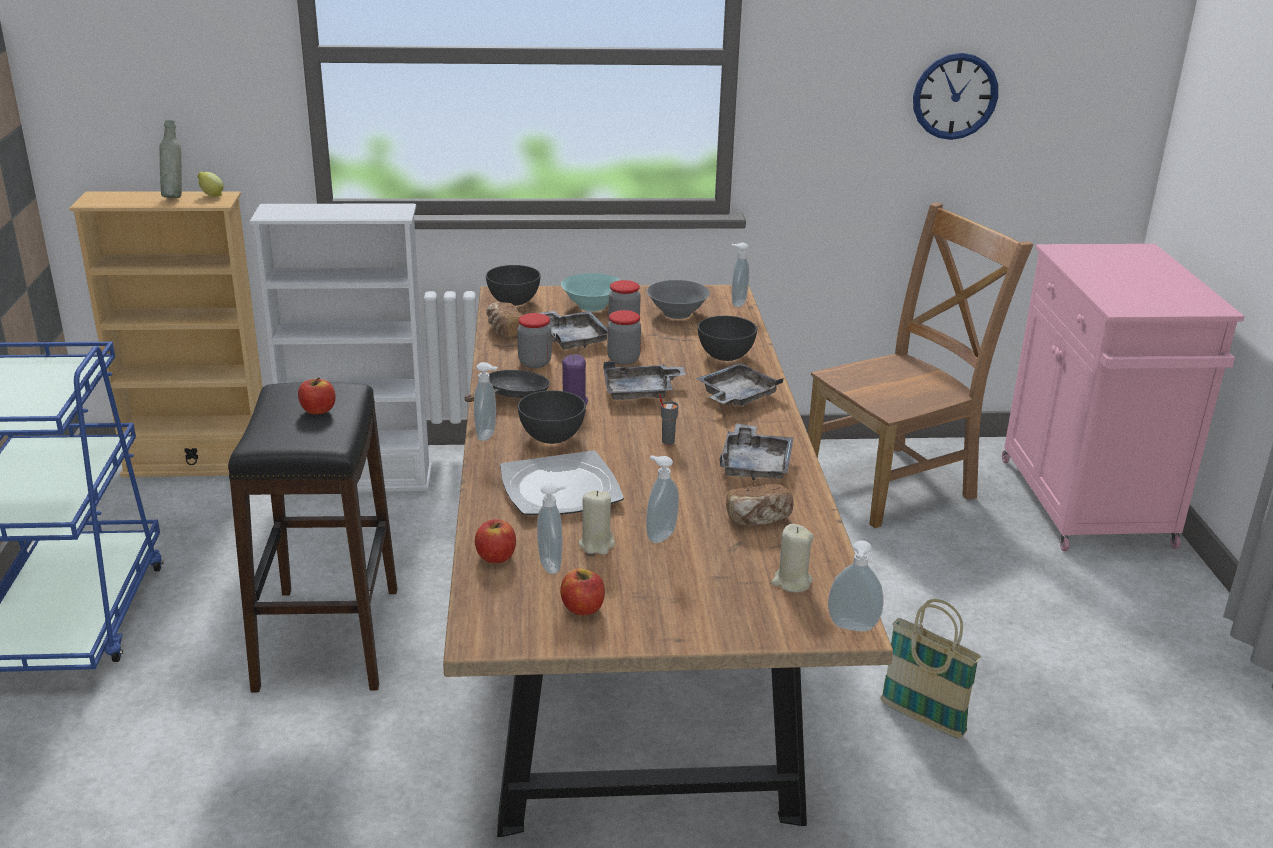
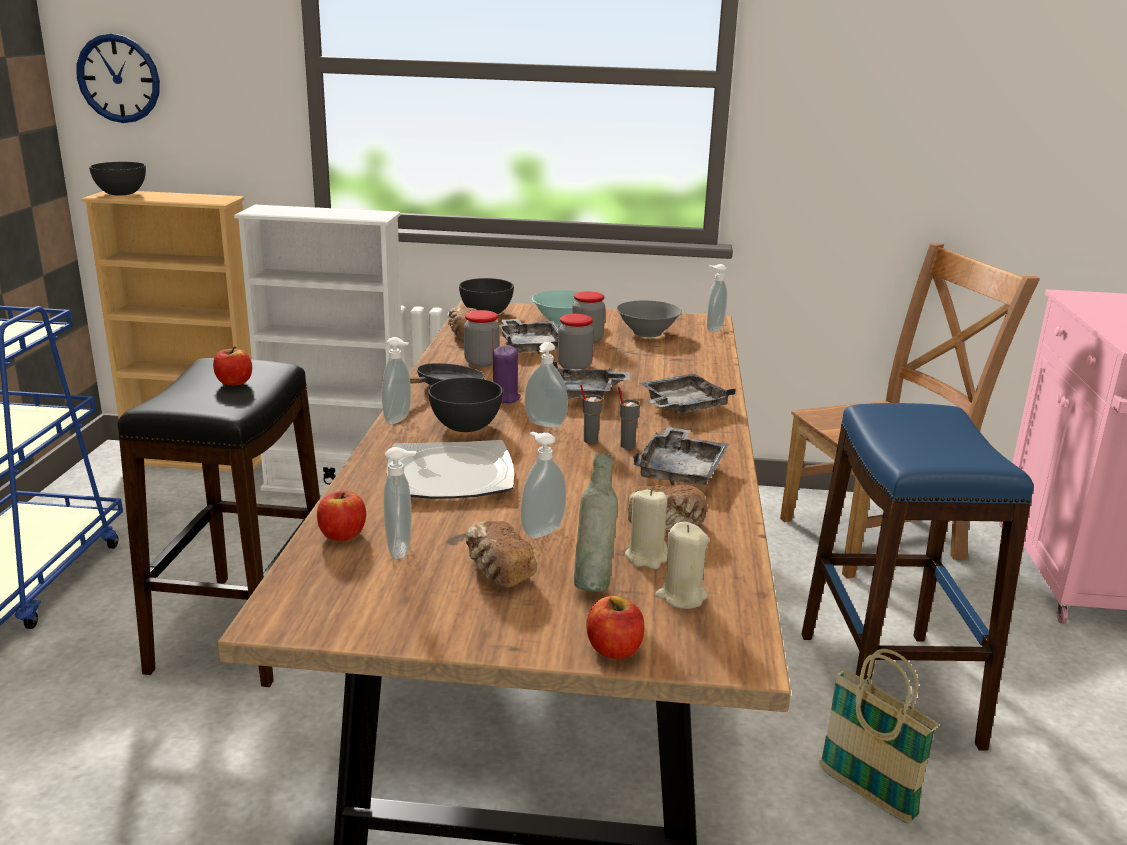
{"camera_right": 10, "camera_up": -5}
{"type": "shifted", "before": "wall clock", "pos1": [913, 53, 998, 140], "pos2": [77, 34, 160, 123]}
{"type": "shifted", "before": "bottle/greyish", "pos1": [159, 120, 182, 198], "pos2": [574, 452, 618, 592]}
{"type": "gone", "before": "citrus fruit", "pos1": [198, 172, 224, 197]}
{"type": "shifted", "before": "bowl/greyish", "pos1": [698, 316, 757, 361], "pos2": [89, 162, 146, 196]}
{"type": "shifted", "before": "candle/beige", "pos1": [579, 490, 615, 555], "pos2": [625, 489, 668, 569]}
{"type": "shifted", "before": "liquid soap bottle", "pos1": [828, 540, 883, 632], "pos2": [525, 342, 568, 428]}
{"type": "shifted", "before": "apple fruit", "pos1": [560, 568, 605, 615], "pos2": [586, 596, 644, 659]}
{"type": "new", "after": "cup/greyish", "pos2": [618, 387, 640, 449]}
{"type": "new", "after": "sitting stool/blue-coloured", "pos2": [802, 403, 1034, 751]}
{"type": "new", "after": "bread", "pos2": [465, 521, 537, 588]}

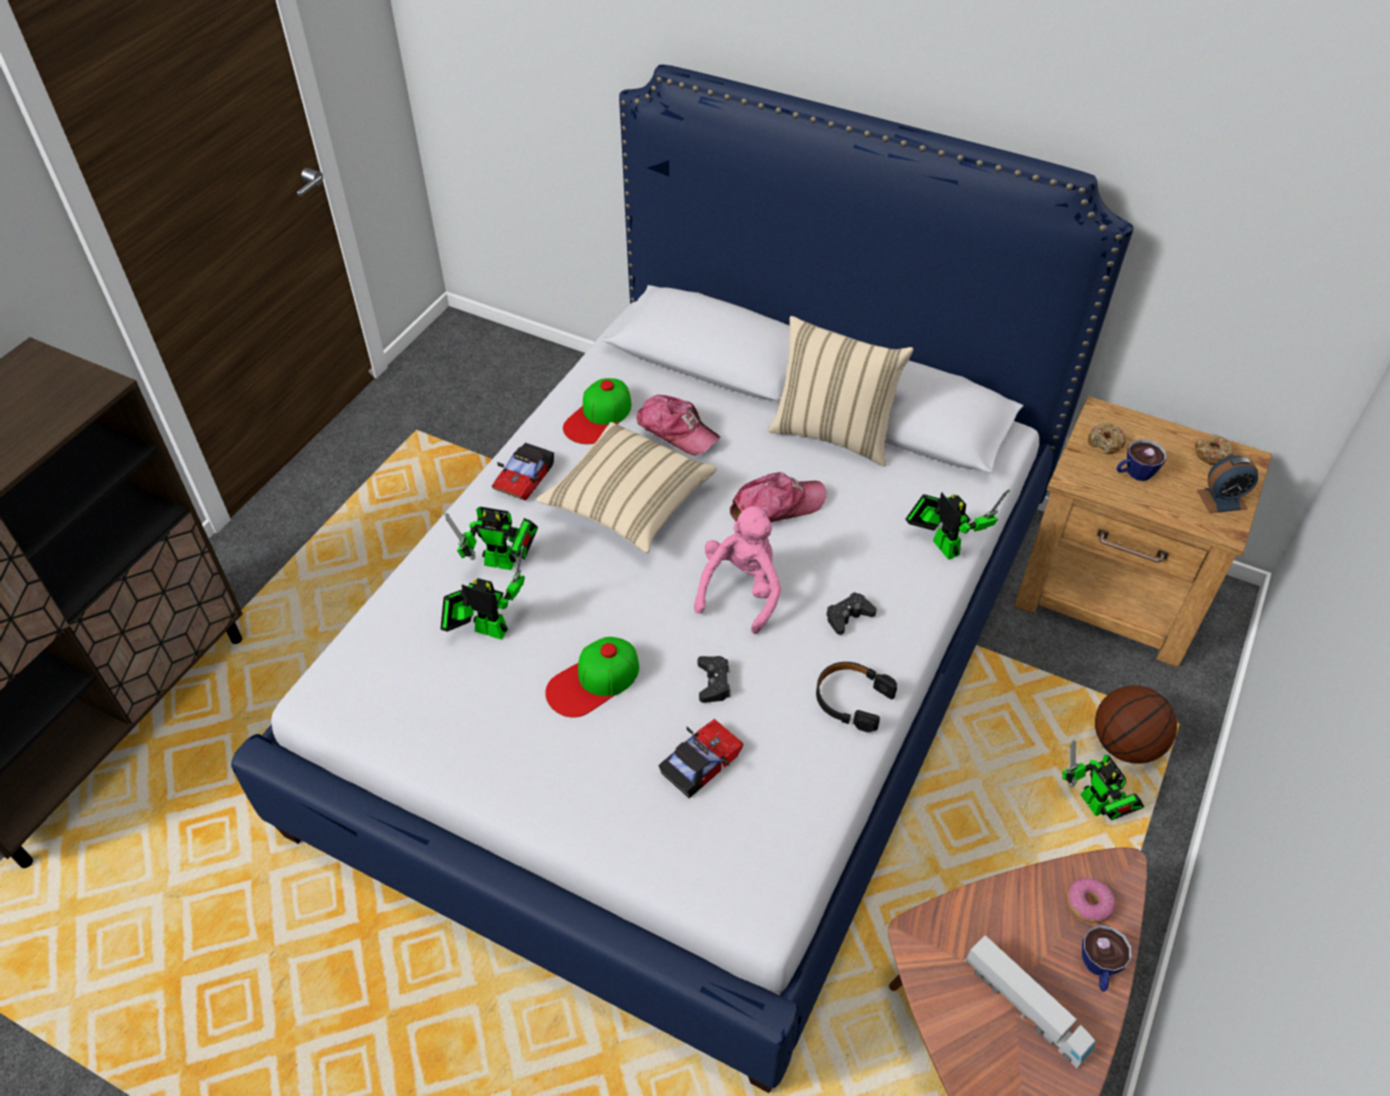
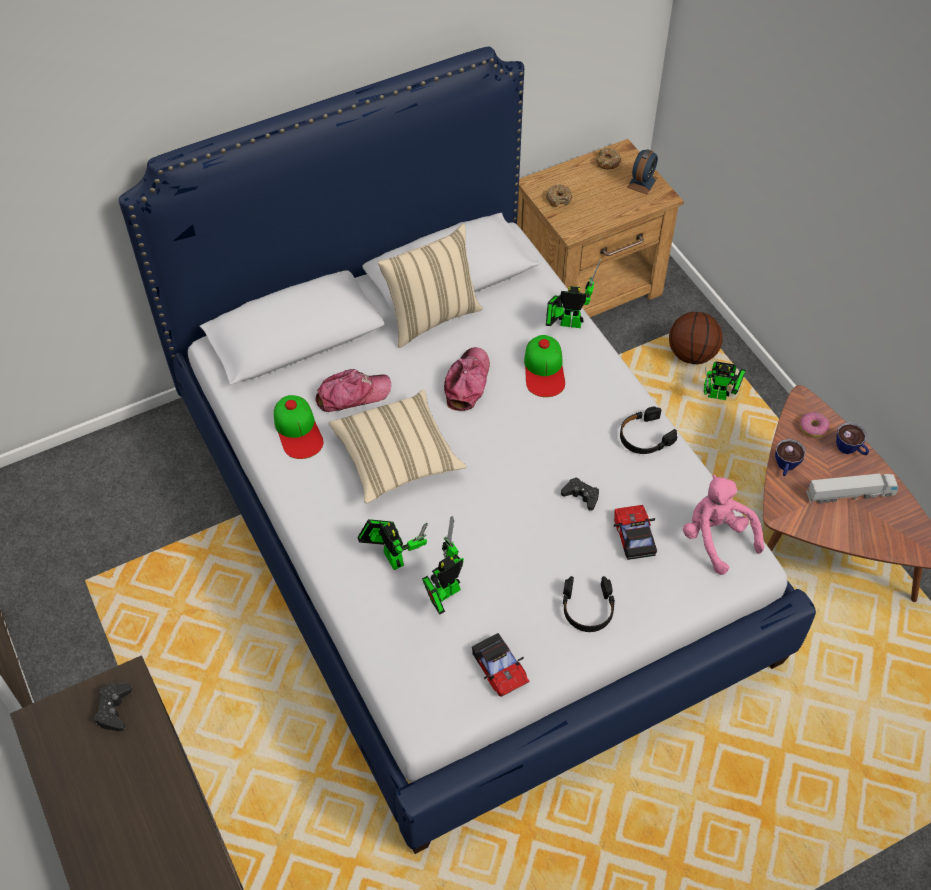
{"camera_right": -55, "camera_up": 5}
{"type": "shifted", "before": "cup", "pos1": [1116, 439, 1166, 481], "pos2": [775, 439, 806, 476]}
{"type": "shifted", "before": "miniature car", "pos1": [492, 443, 554, 501], "pos2": [472, 633, 529, 697]}
{"type": "shifted", "before": "plush toy/pink-coloured", "pos1": [694, 506, 781, 634], "pos2": [683, 474, 764, 575]}
{"type": "rotated", "before": "toy robot", "pos1": [444, 507, 538, 570], "pos2": [357, 519, 428, 570], "turn": -75}
{"type": "shifted", "before": "joypad/black-coloured", "pos1": [826, 592, 877, 635], "pos2": [94, 683, 132, 731]}
{"type": "shifted", "before": "cap", "pos1": [545, 637, 639, 718], "pos2": [524, 335, 565, 397]}
{"type": "new", "after": "headset/black-coloured", "pos2": [563, 576, 615, 632]}

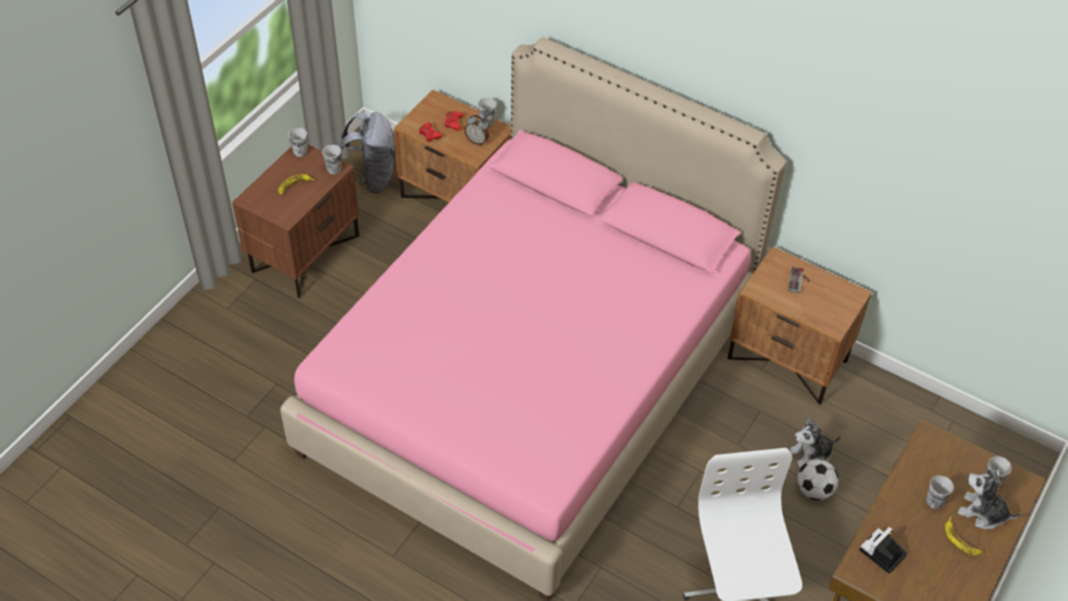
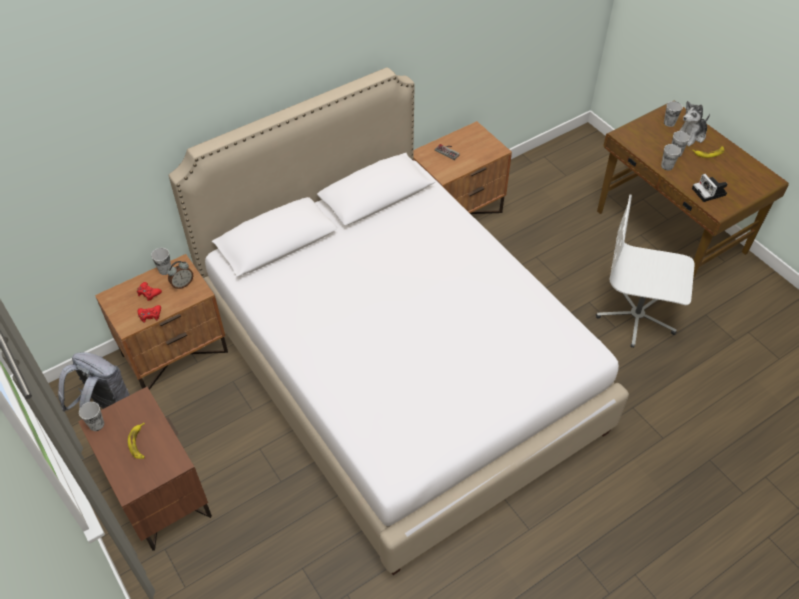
{"camera_right": -65, "camera_up": 0}
{"type": "repainted", "before": "bed/pink-coloured", "after": "bed/whitish", "pos1": [280, 37, 787, 601], "pos2": [169, 67, 629, 575]}
{"type": "shifted", "before": "cup", "pos1": [322, 145, 341, 174], "pos2": [661, 144, 681, 170]}
{"type": "gone", "before": "plush toy", "pos1": [790, 416, 841, 468]}
{"type": "gone", "before": "football", "pos1": [797, 459, 839, 500]}

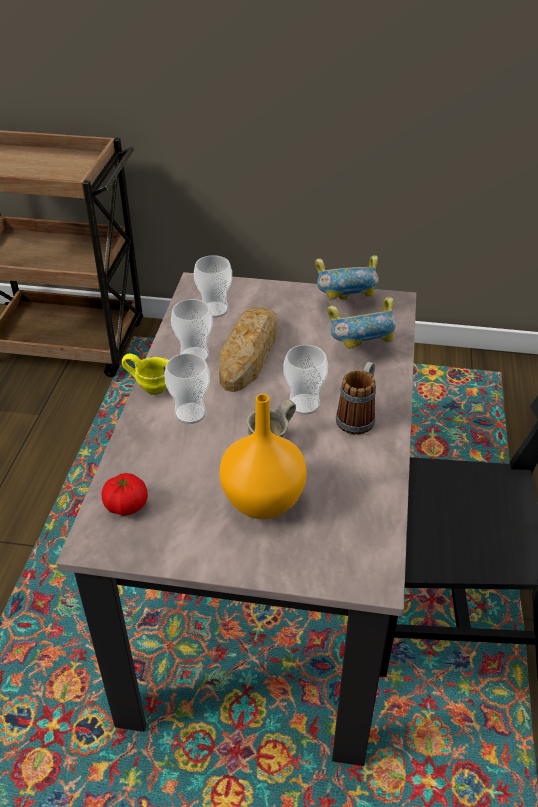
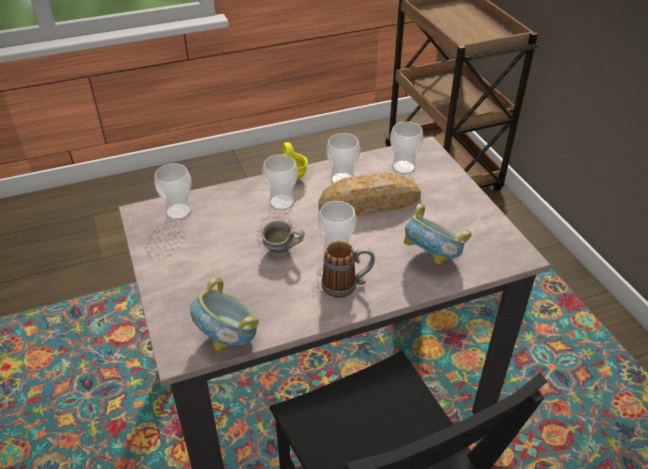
{"camera_right": 60, "camera_up": 0}
{"type": "shifted", "before": "bowl", "pos1": [315, 255, 379, 300], "pos2": [190, 277, 259, 351]}
{"type": "gone", "before": "flower vase/orangey", "pos1": [219, 394, 306, 519]}
{"type": "swapped", "before": "whole tomato", "after": "cup", "pos1": [102, 473, 148, 516], "pos2": [154, 163, 192, 220]}

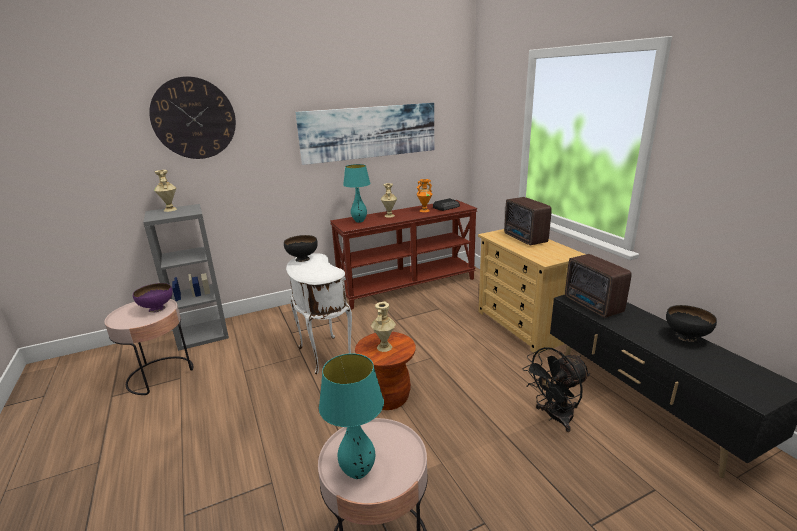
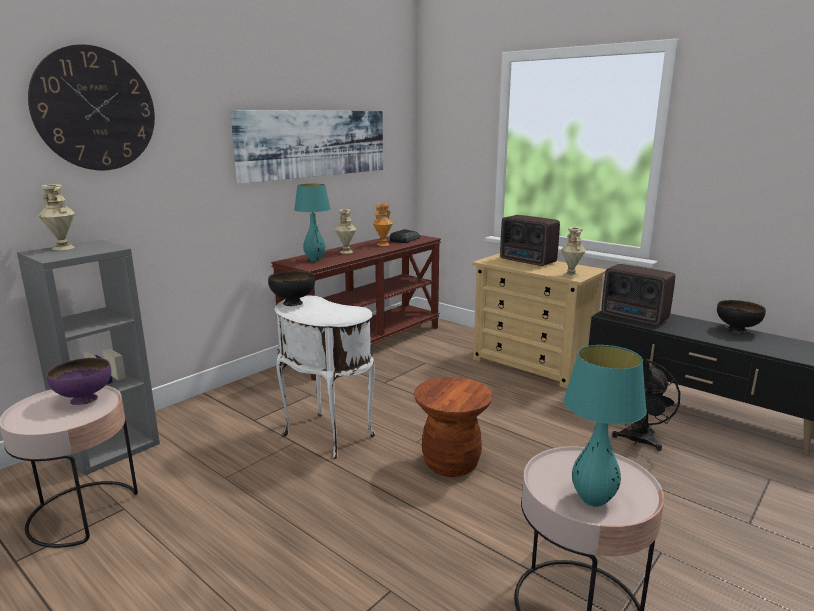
{"camera_right": -25, "camera_up": -5}
{"type": "shifted", "before": "flower vase/beige", "pos1": [371, 301, 396, 352], "pos2": [561, 227, 586, 278]}

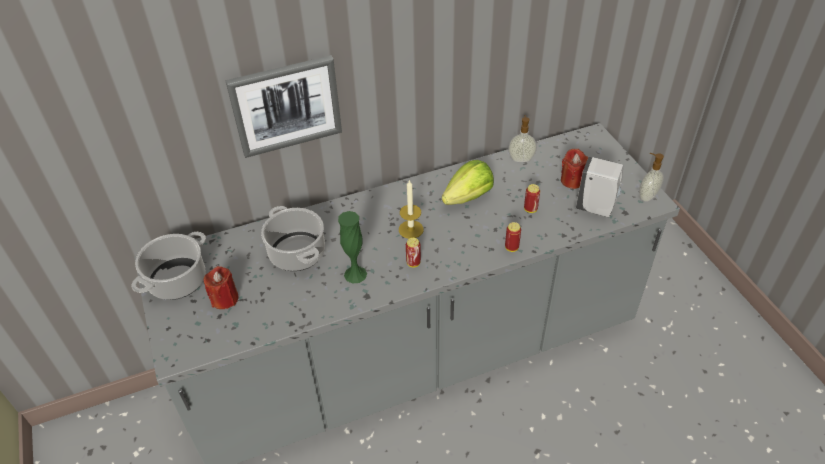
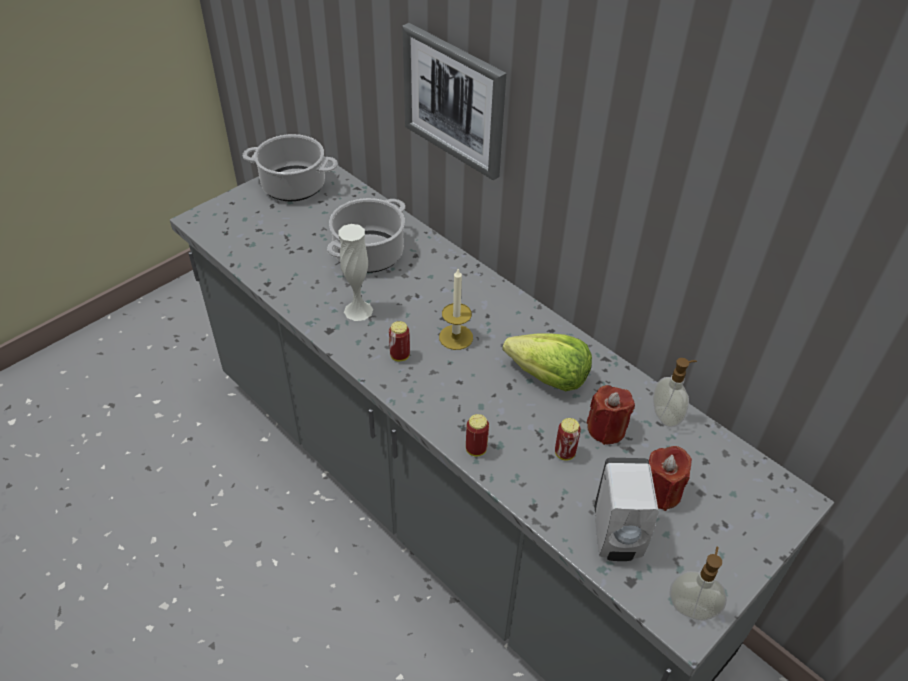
{"camera_right": 65, "camera_up": 0}
{"type": "repainted", "before": "flower vase/greenish", "after": "flower vase/whitish", "pos1": [338, 211, 367, 284], "pos2": [338, 224, 373, 321]}
{"type": "shifted", "before": "candle/red-coloured", "pos1": [203, 266, 239, 309], "pos2": [586, 385, 635, 445]}

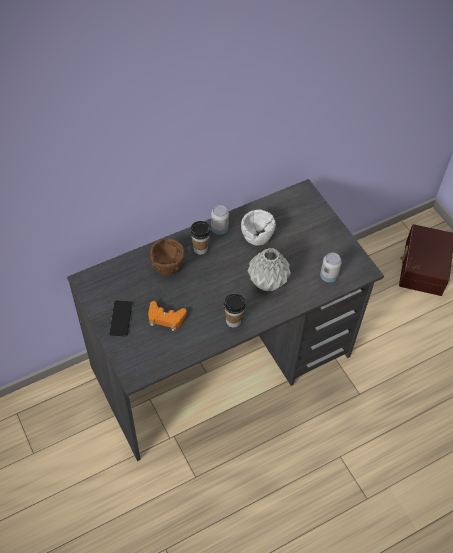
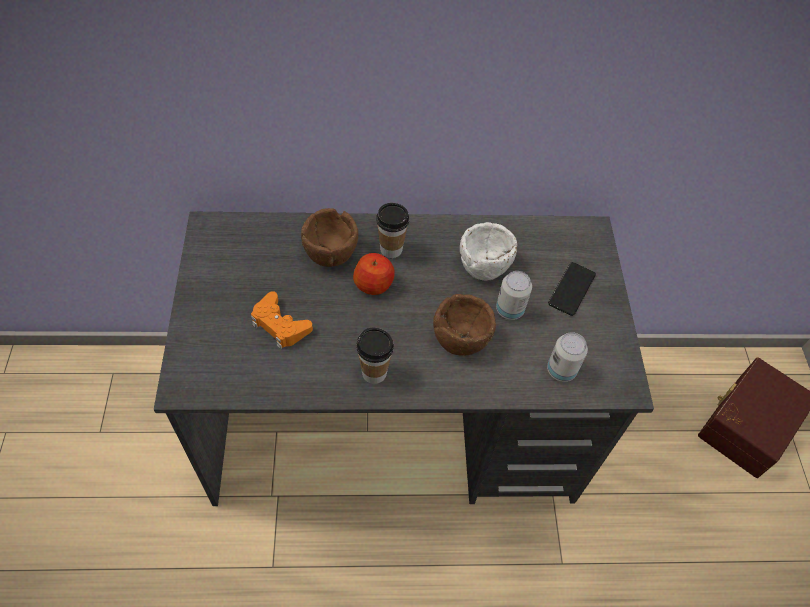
{"camera_right": 25, "camera_up": 0}
{"type": "shifted", "before": "can", "pos1": [211, 205, 229, 235], "pos2": [496, 271, 532, 320]}
{"type": "swapped", "before": "flower vase/greyish", "after": "bowl/brownish", "pos1": [248, 248, 291, 292], "pos2": [433, 294, 496, 356]}
{"type": "shifted", "before": "telephone", "pos1": [109, 301, 132, 336], "pos2": [548, 262, 596, 316]}
{"type": "new", "after": "apple fruit", "pos2": [353, 253, 395, 295]}

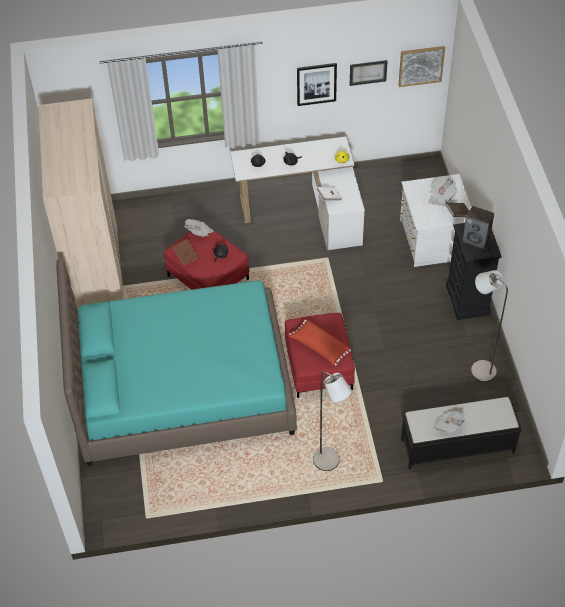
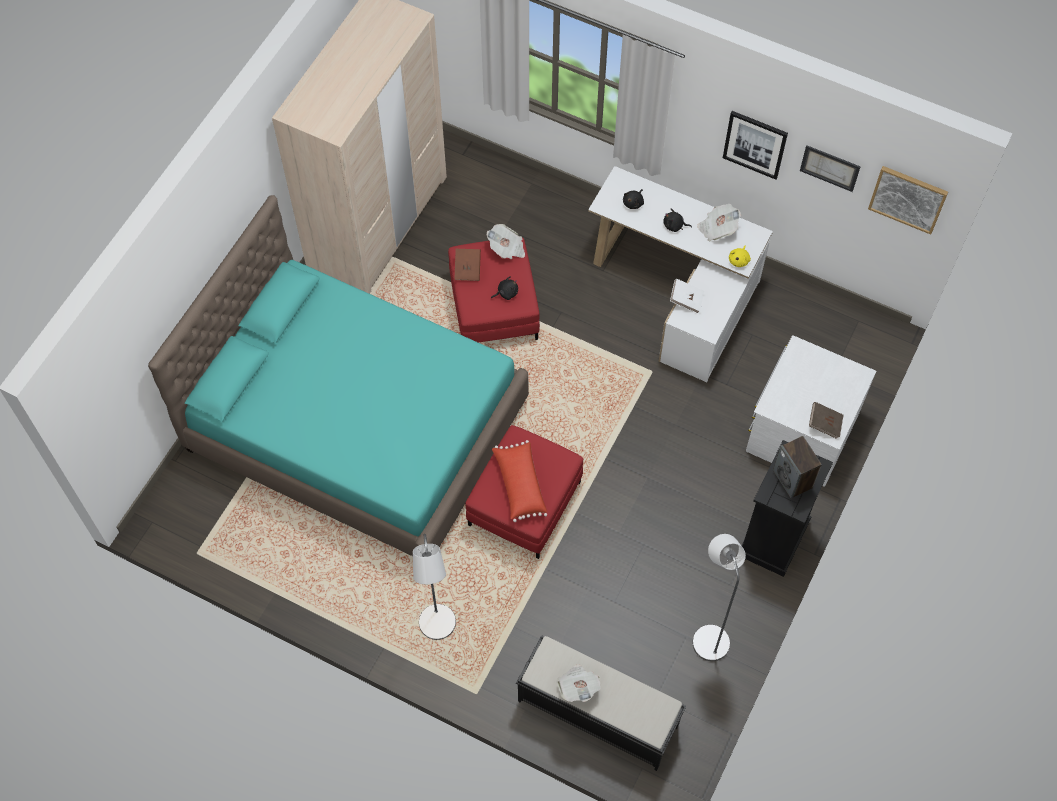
{"camera_right": 35, "camera_up": 10}
{"type": "shifted", "before": "newspaper", "pos1": [428, 178, 457, 206], "pos2": [697, 204, 741, 242]}

